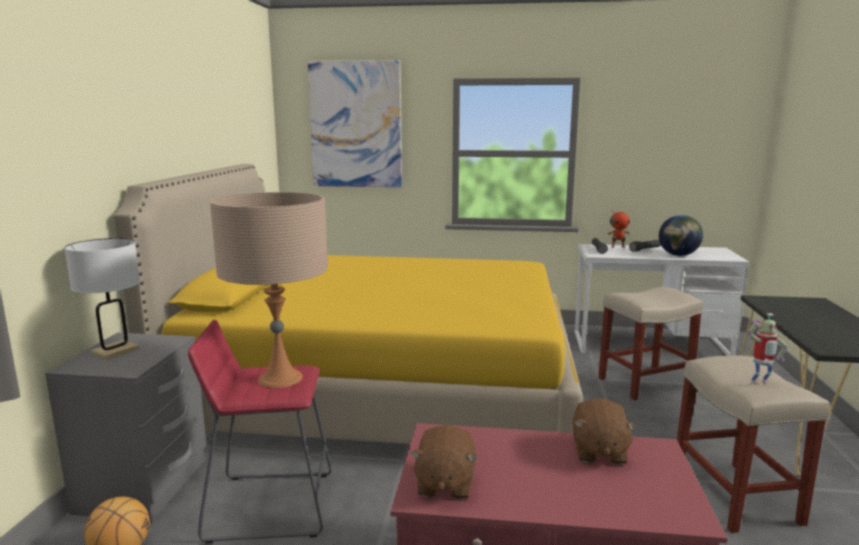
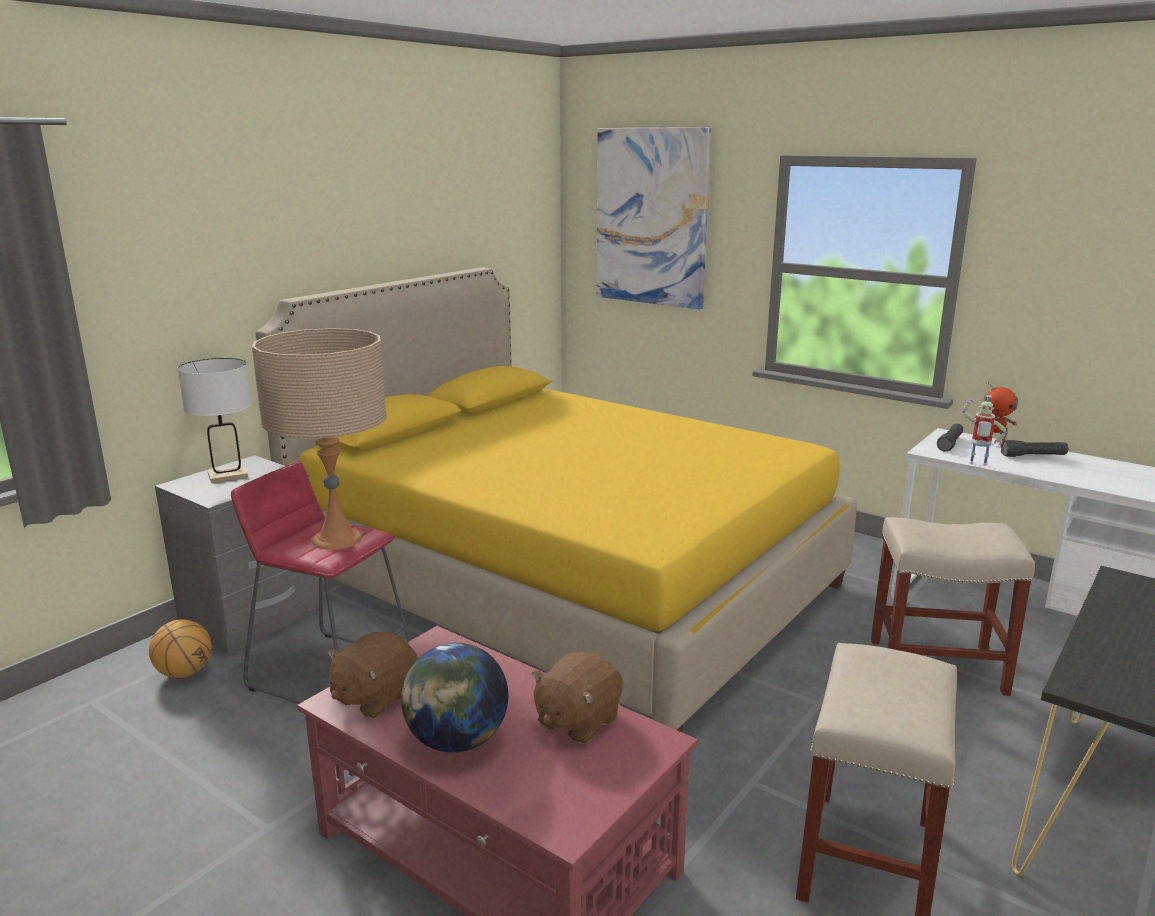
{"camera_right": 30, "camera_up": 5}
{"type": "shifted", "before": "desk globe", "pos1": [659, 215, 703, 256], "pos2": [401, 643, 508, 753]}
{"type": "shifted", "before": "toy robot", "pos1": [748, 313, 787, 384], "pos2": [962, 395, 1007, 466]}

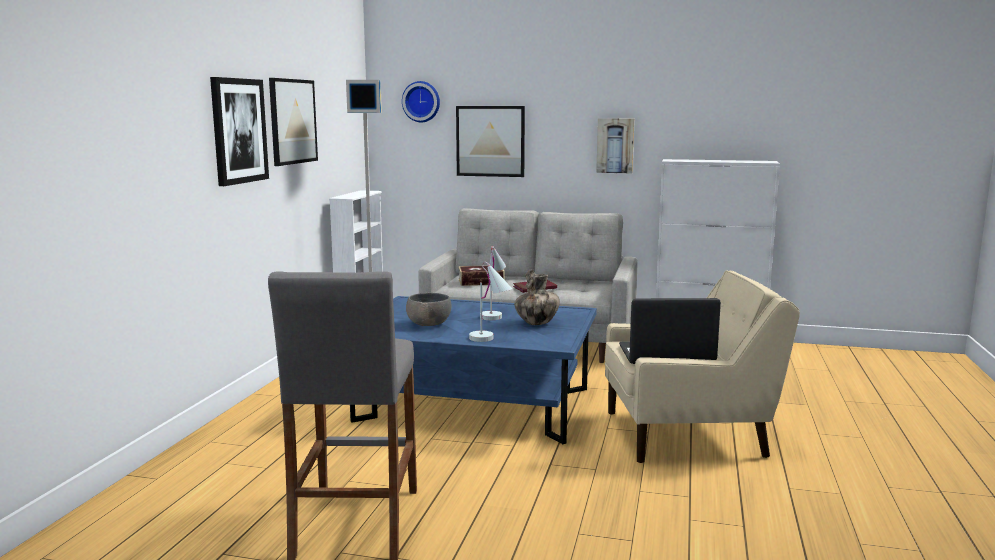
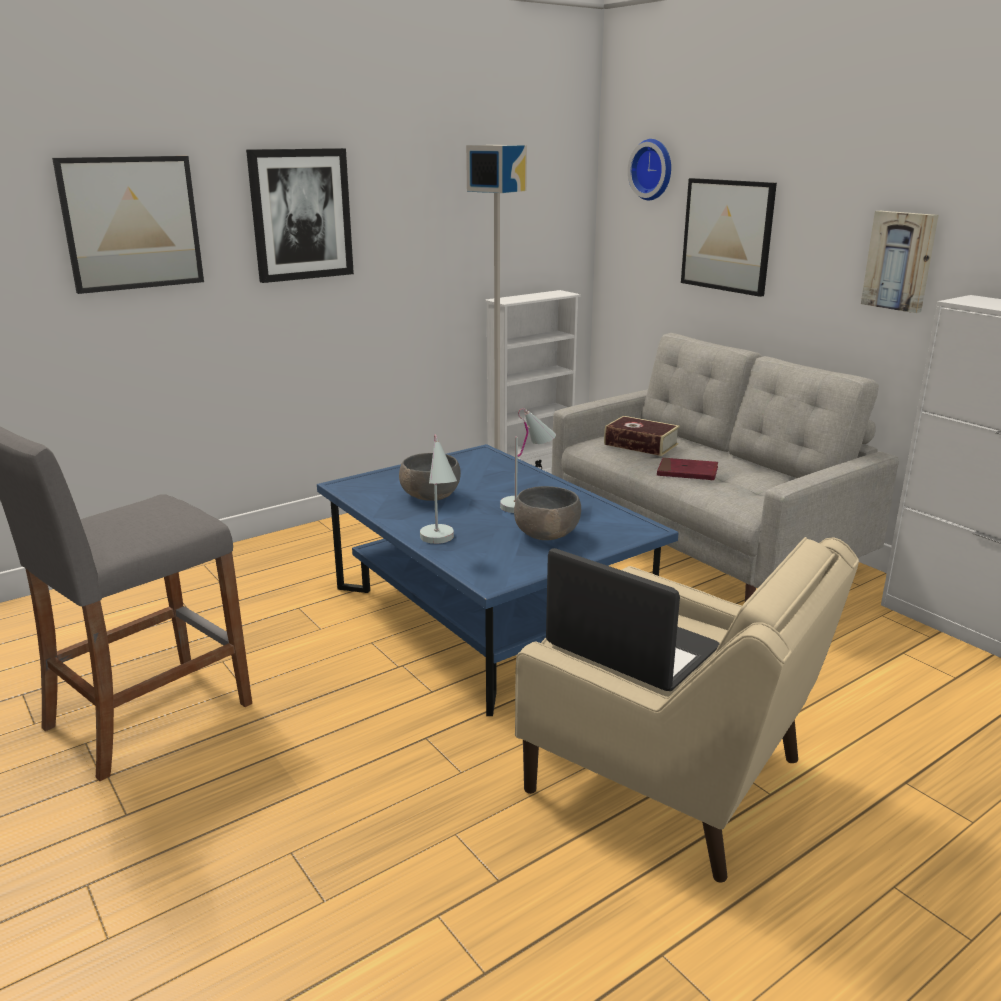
{"camera_right": 40, "camera_up": 10}
{"type": "shifted", "before": "wall picture", "pos1": [269, 78, 318, 166], "pos2": [52, 156, 204, 294]}
{"type": "swapped", "before": "flower vase", "after": "bowl/greyish", "pos1": [514, 269, 560, 325], "pos2": [514, 486, 581, 540]}

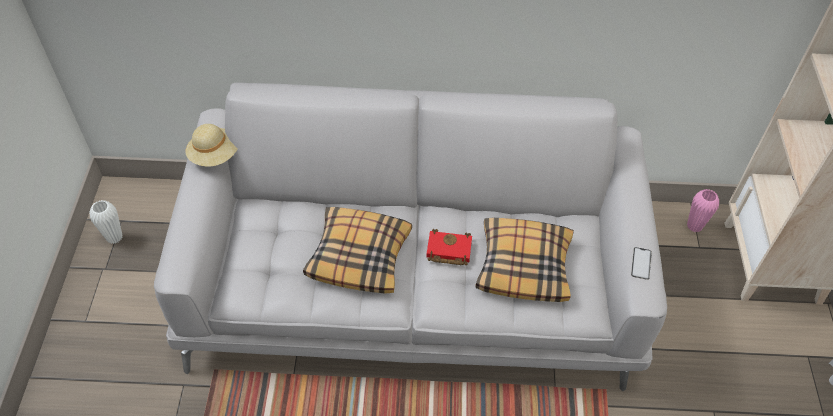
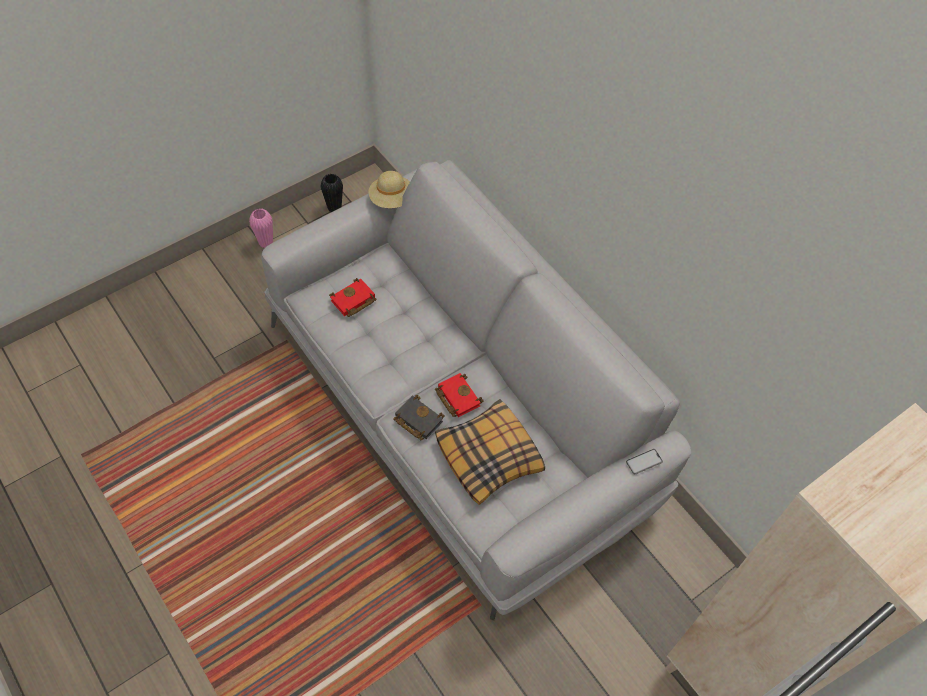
{"camera_right": 50, "camera_up": 5}
{"type": "shifted", "before": "flower vase/pink-coloured", "pos1": [687, 189, 719, 232], "pos2": [249, 208, 273, 248]}
{"type": "repainted", "before": "flower vase/whitish", "after": "flower vase/black-coloured", "pos1": [90, 200, 123, 244], "pos2": [320, 174, 343, 212]}
{"type": "gone", "before": "throw pillow", "pos1": [303, 207, 412, 293]}
{"type": "shifted", "before": "telephone", "pos1": [631, 247, 652, 280], "pos2": [626, 449, 663, 475]}
{"type": "new", "after": "book/red-coloured", "pos2": [329, 278, 376, 317]}
{"type": "new", "after": "book/black-coloured", "pos2": [393, 395, 444, 440]}

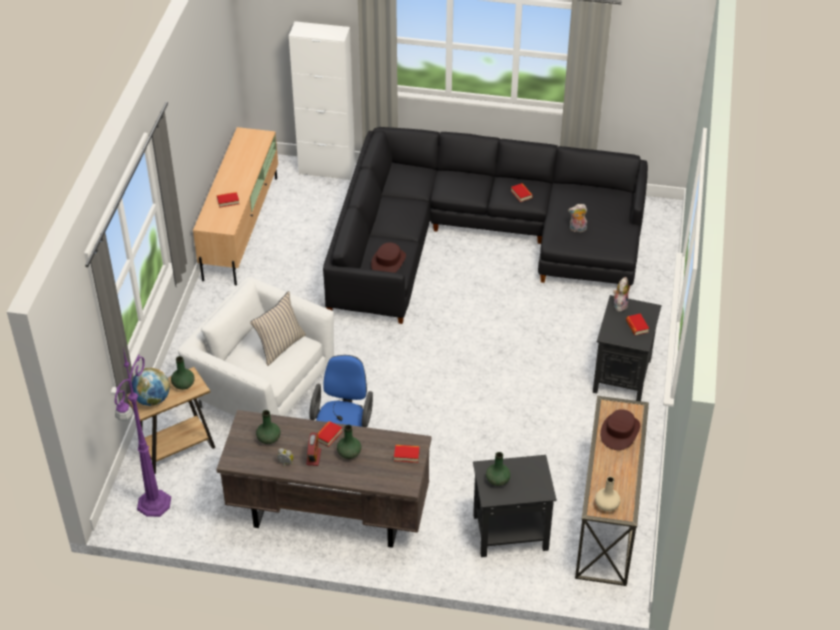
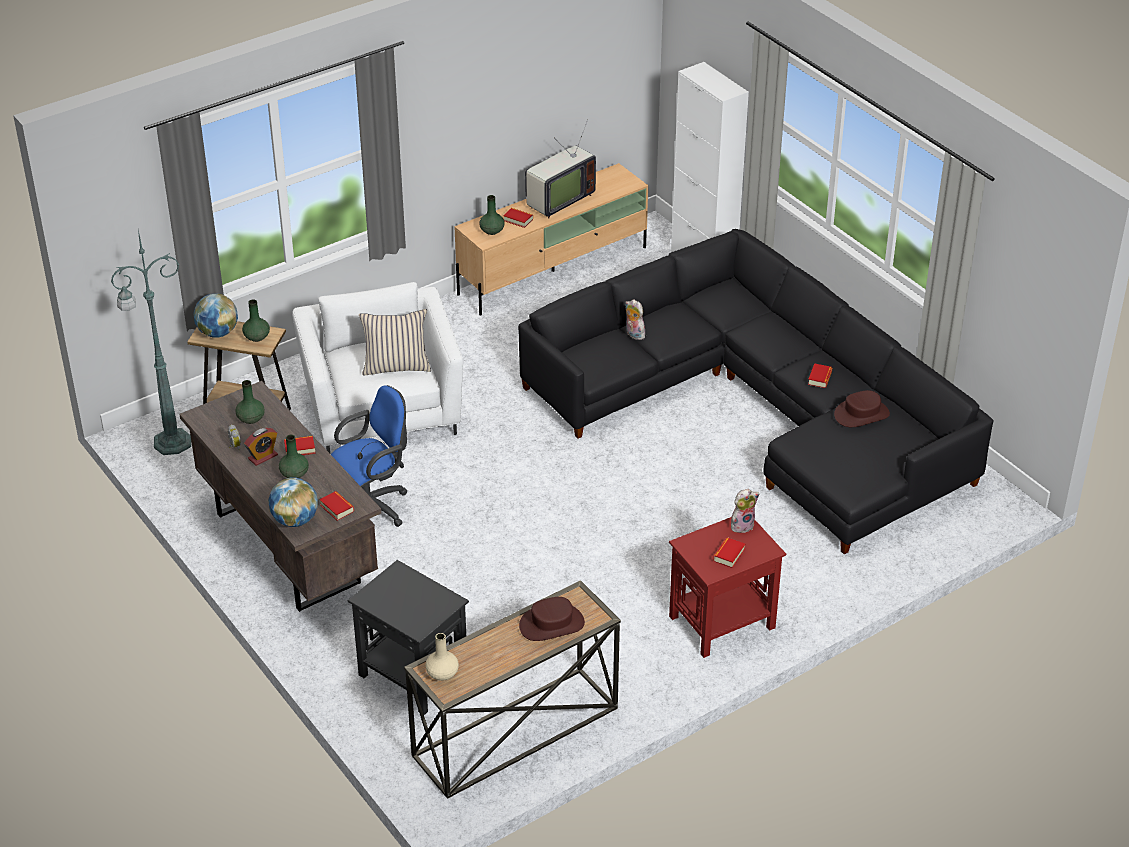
{"camera_right": 45, "camera_up": -5}
{"type": "shifted", "before": "plush toy", "pos1": [568, 204, 587, 232], "pos2": [625, 299, 645, 340]}
{"type": "shifted", "before": "wearable hat/brownish", "pos1": [371, 242, 406, 273], "pos2": [834, 390, 890, 427]}
{"type": "repainted", "before": "end table/black-coloured", "after": "end table/red-coloured", "pos1": [593, 295, 662, 401], "pos2": [669, 517, 786, 658]}
{"type": "repainted", "before": "floor lamp/purplish", "after": "floor lamp/greenish", "pos1": [114, 348, 171, 517], "pos2": [111, 230, 191, 455]}
{"type": "shifted", "before": "flower vase/greenish", "pos1": [486, 452, 511, 486], "pos2": [479, 195, 505, 235]}
{"type": "new", "after": "TV set", "pos2": [525, 120, 596, 218]}
{"type": "new", "after": "desk globe", "pos2": [268, 477, 318, 527]}

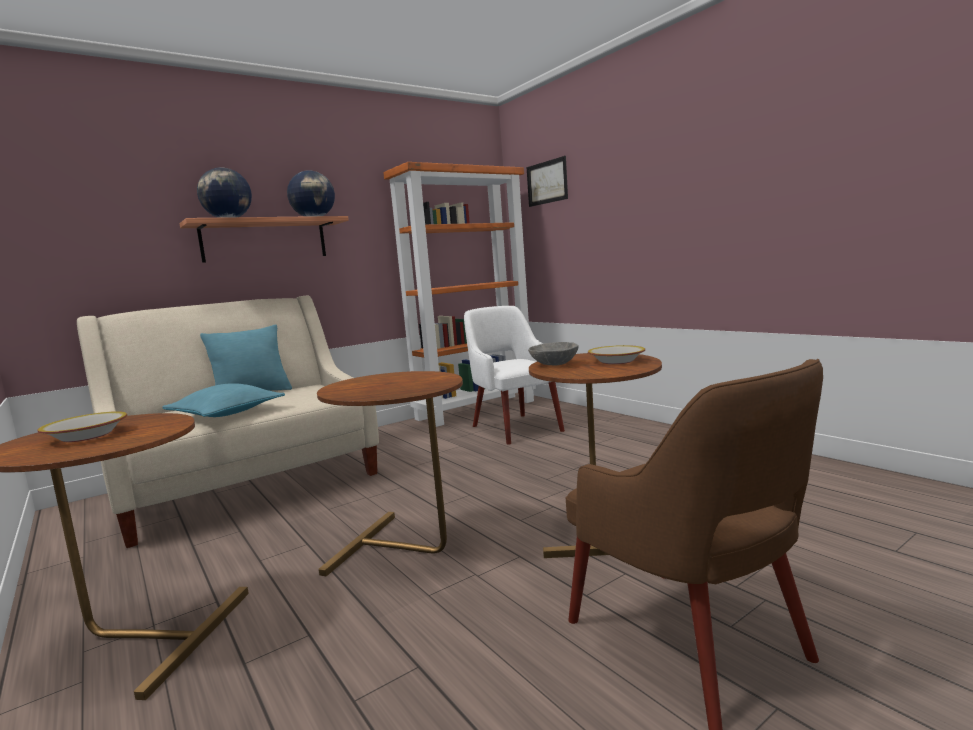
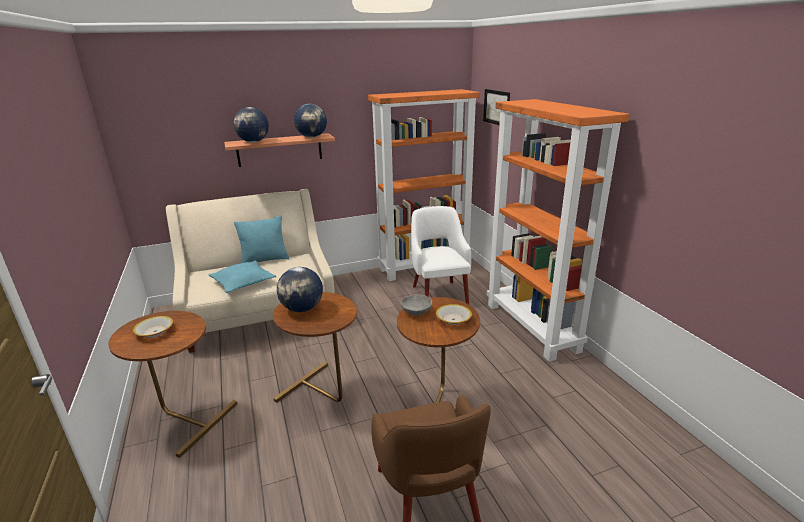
{"camera_right": 15, "camera_up": 15}
{"type": "new", "after": "shelving unit/orangey", "pos2": [486, 99, 629, 362]}
{"type": "new", "after": "desk globe", "pos2": [277, 267, 323, 312]}

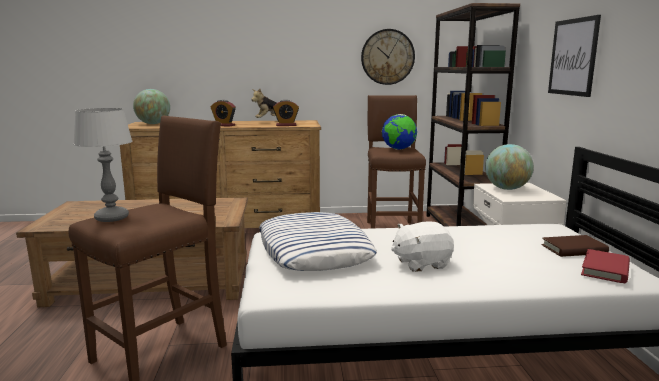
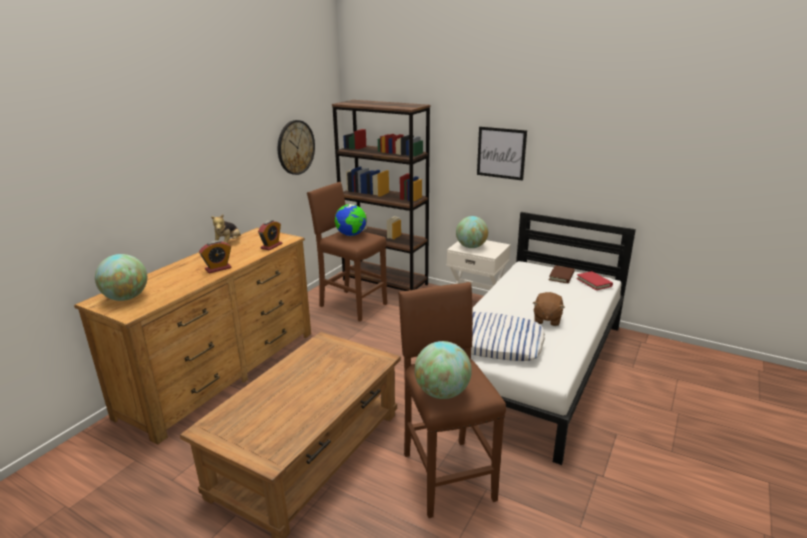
{"camera_right": -55, "camera_up": 10}
{"type": "swapped", "before": "tabletop lamp", "after": "desk globe", "pos1": [73, 108, 132, 222], "pos2": [414, 341, 472, 399]}
{"type": "repainted", "before": "plush toy/whitish", "after": "plush toy/brownish", "pos1": [391, 221, 454, 272], "pos2": [533, 292, 565, 326]}

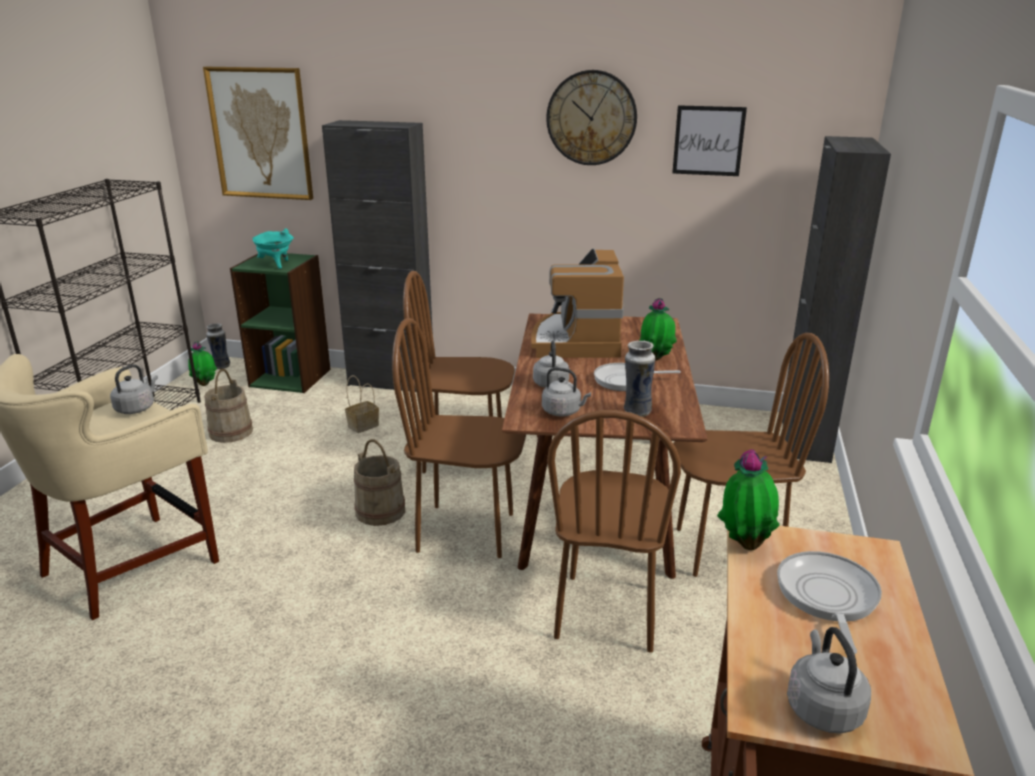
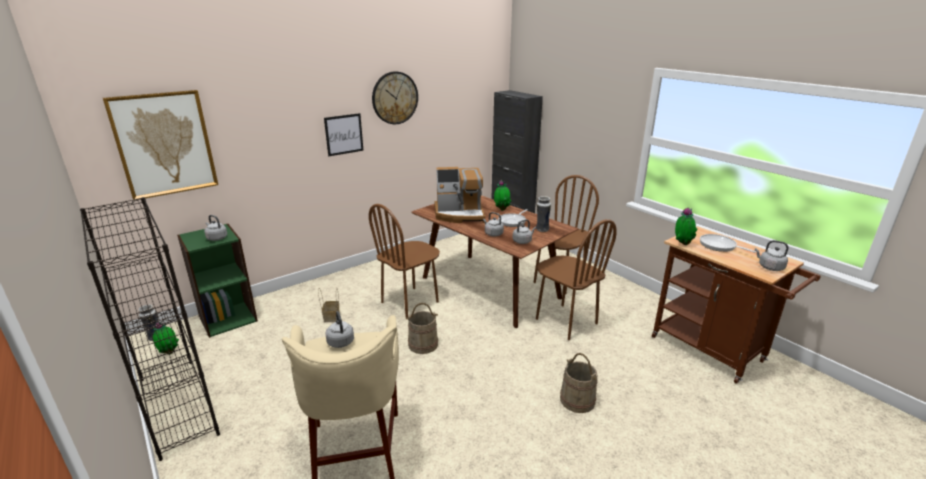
{"camera_right": -50, "camera_up": 0}
{"type": "shifted", "before": "wall picture", "pos1": [672, 105, 747, 176], "pos2": [324, 113, 364, 156]}
{"type": "gone", "before": "cabinet/black-coloured", "pos1": [322, 120, 433, 392]}
{"type": "swapped", "before": "saucepot/blue-green", "after": "tea kettle/greyish", "pos1": [253, 228, 294, 269], "pos2": [204, 215, 227, 241]}
{"type": "rotated", "before": "coffee machine", "pos1": [531, 249, 624, 358], "pos2": [434, 167, 485, 223], "turn": -45}
{"type": "gone", "before": "upright chair/brownish", "pos1": [392, 318, 526, 558]}
{"type": "shifted", "before": "water bucket/beige", "pos1": [204, 369, 253, 443], "pos2": [560, 353, 597, 413]}

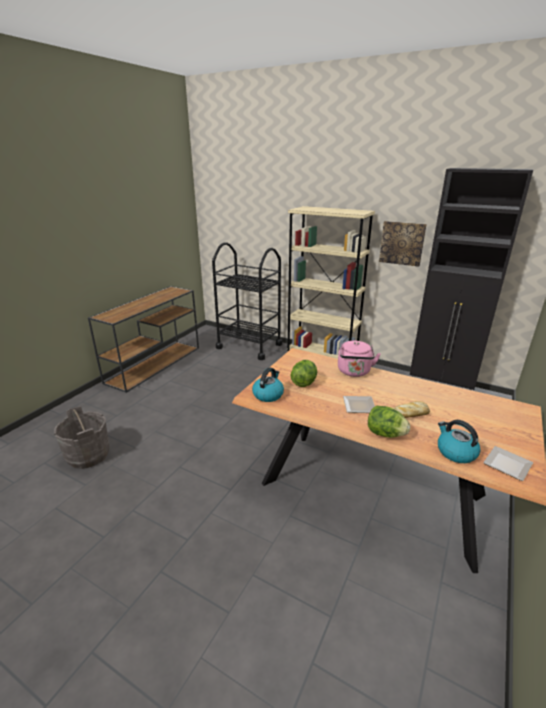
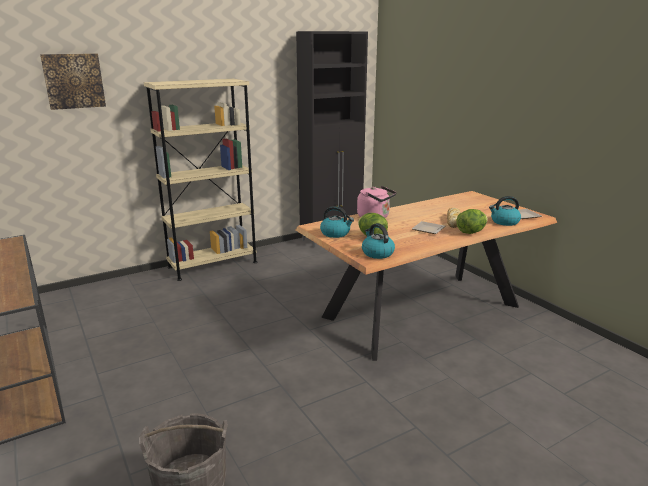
{"camera_right": -60, "camera_up": -5}
{"type": "shifted", "before": "wall picture", "pos1": [379, 221, 427, 267], "pos2": [40, 54, 106, 110]}
{"type": "gone", "before": "wheeled cart/black-coloured", "pos1": [212, 242, 282, 360]}
{"type": "new", "after": "tea kettle", "pos2": [320, 206, 354, 238]}

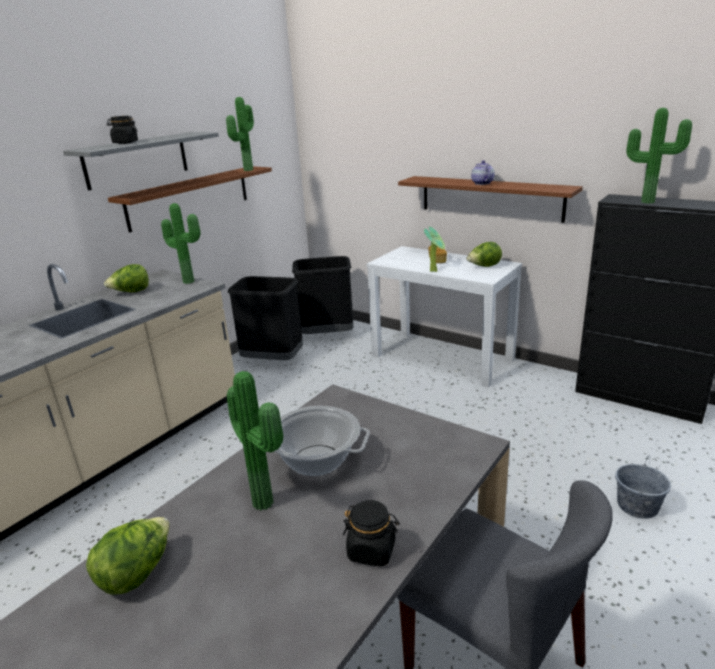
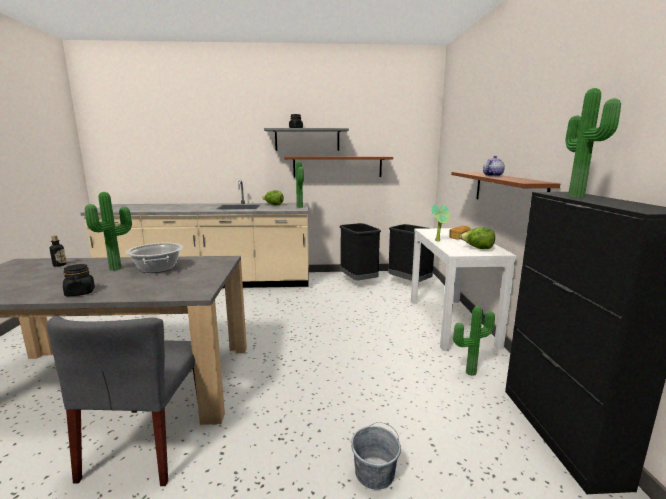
{"camera_right": 50, "camera_up": -10}
{"type": "shifted", "before": "plant in a pot", "pos1": [226, 97, 254, 171], "pos2": [453, 306, 495, 376]}
{"type": "swapped", "before": "lettuce", "after": "bottle", "pos1": [86, 517, 170, 595], "pos2": [49, 236, 67, 267]}

